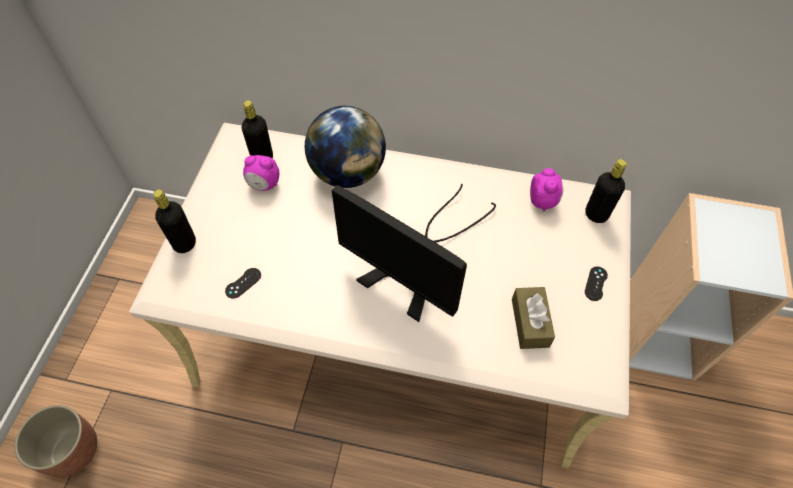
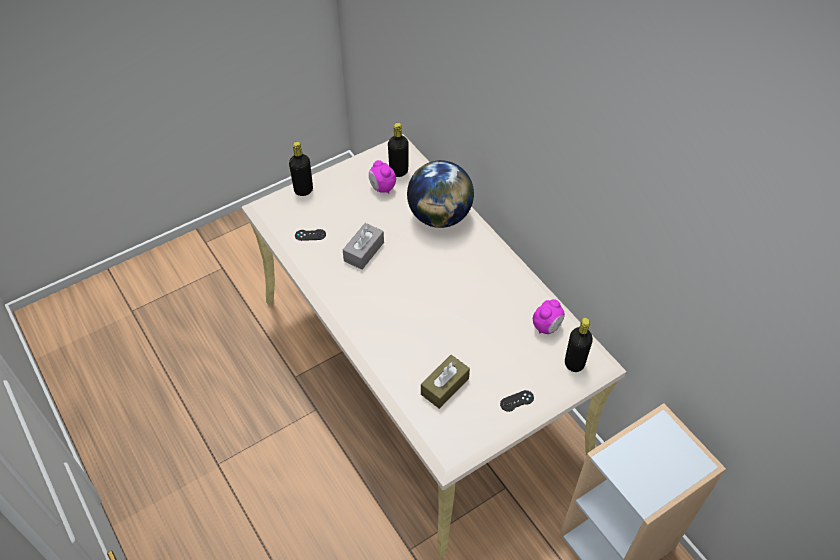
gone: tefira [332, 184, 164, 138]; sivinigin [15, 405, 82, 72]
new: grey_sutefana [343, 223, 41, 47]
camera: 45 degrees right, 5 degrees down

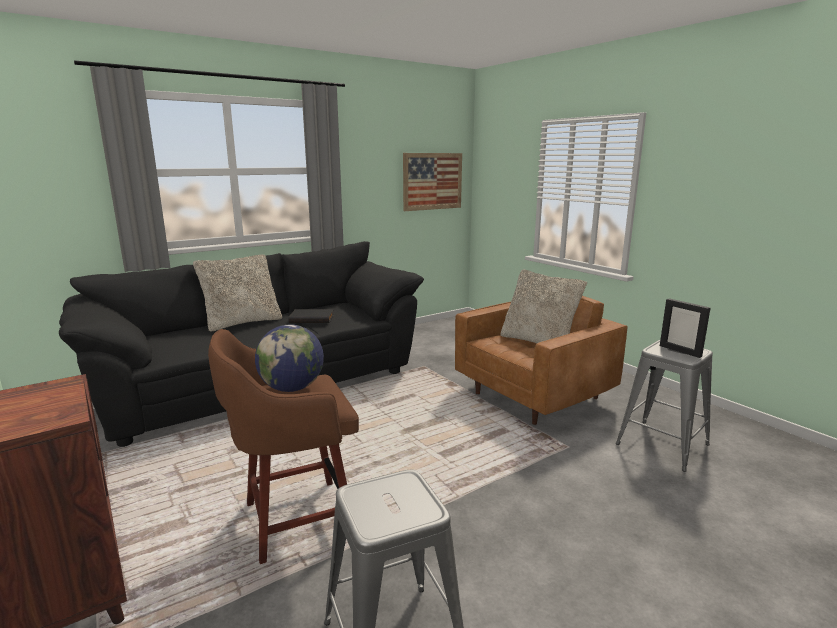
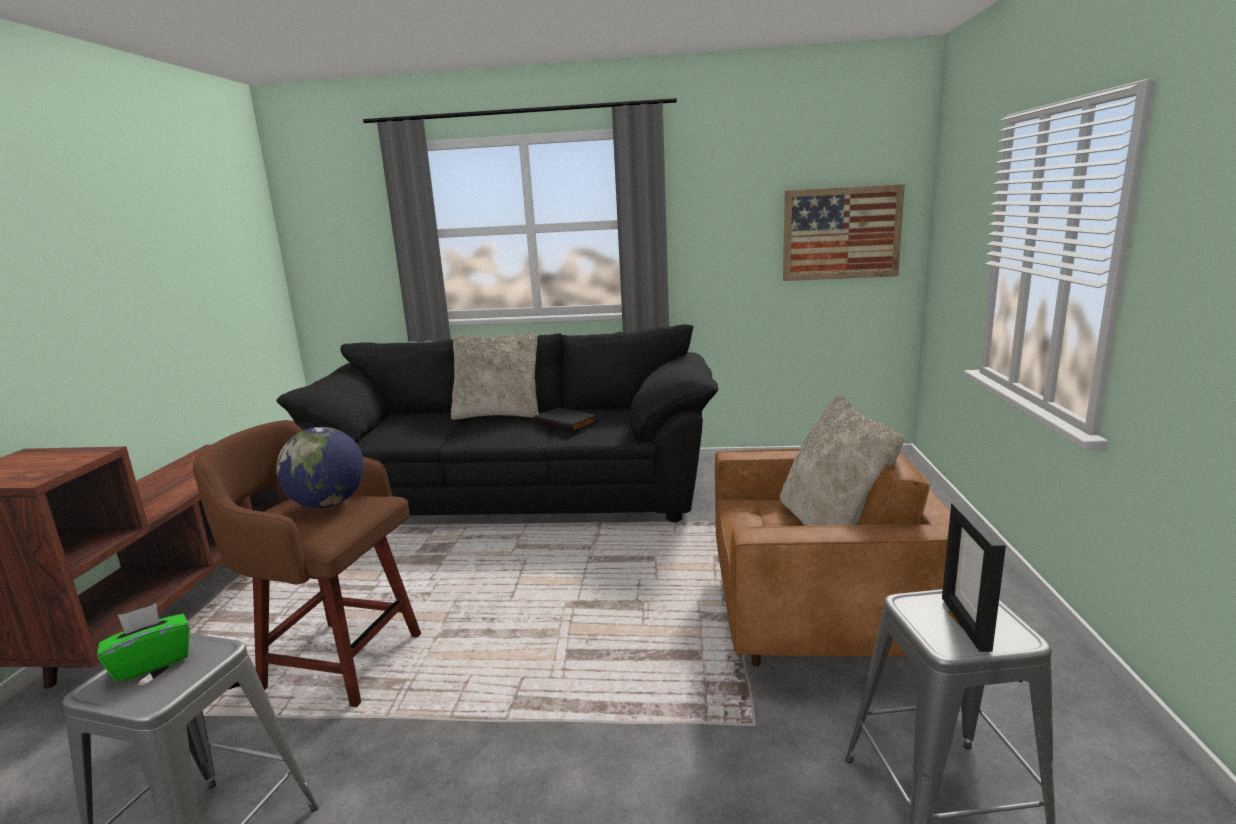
new: green_sutefana [97, 603, 93, 80]
camera: 40 degrees right, 0 degrees up

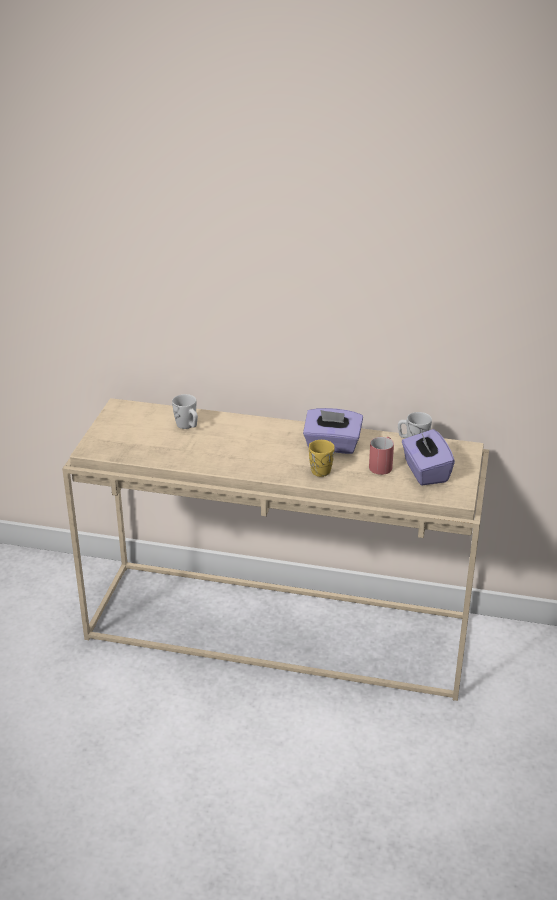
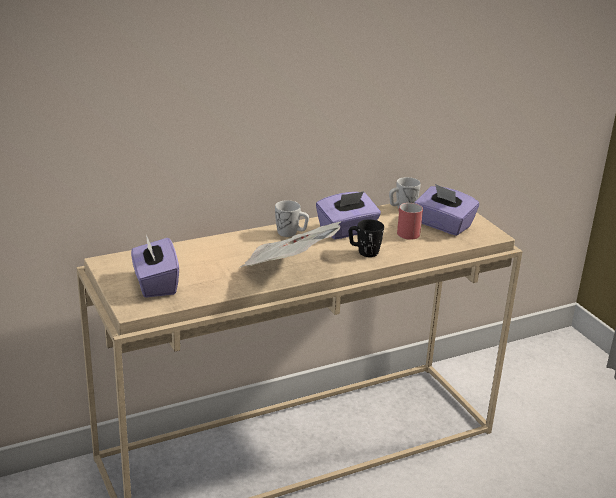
new: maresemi [239, 221, 103, 47]; purple_sutefana [131, 235, 48, 63]
shifted: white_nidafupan [172, 394, 26, 35] to [275, 200, 34, 37]
repainted: yellow_nidafupan [309, 440, 26, 37] to black_nidafupan [349, 219, 35, 38]
camera: 40 degrees left, 5 degrees down

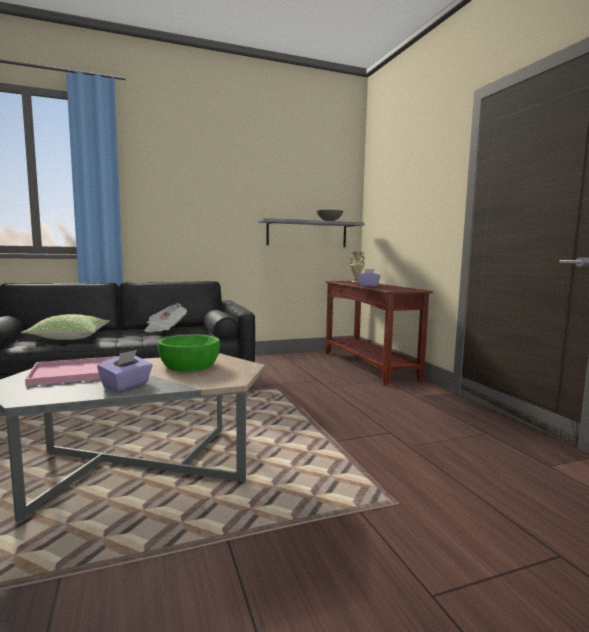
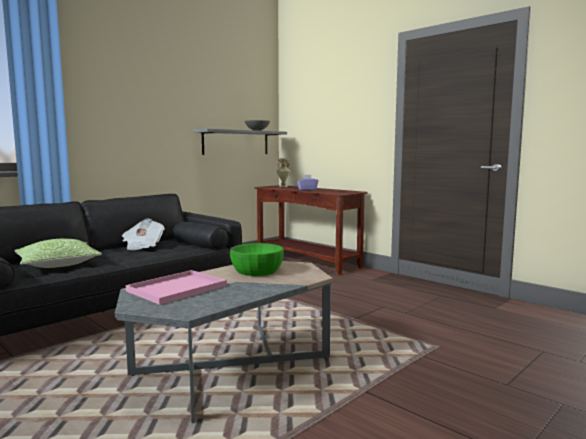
gone: purple_sutefana [97, 350, 56, 41]
camera: 25 degrees left, 0 degrees up

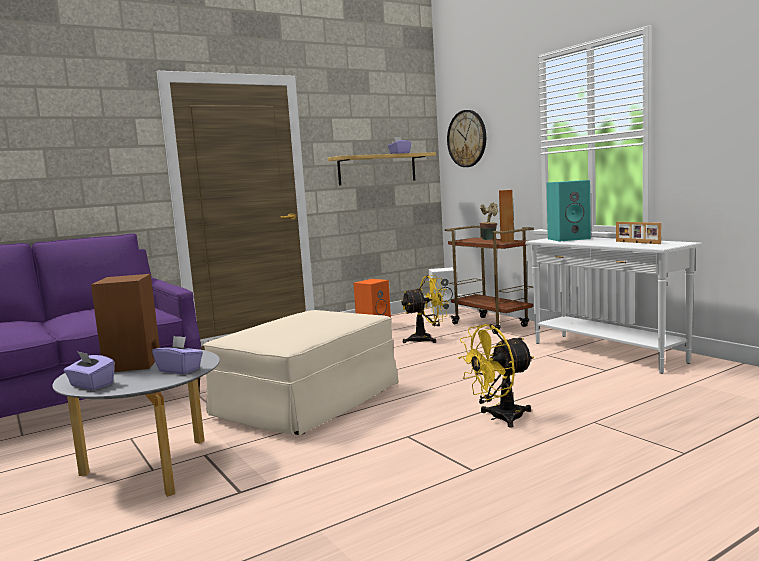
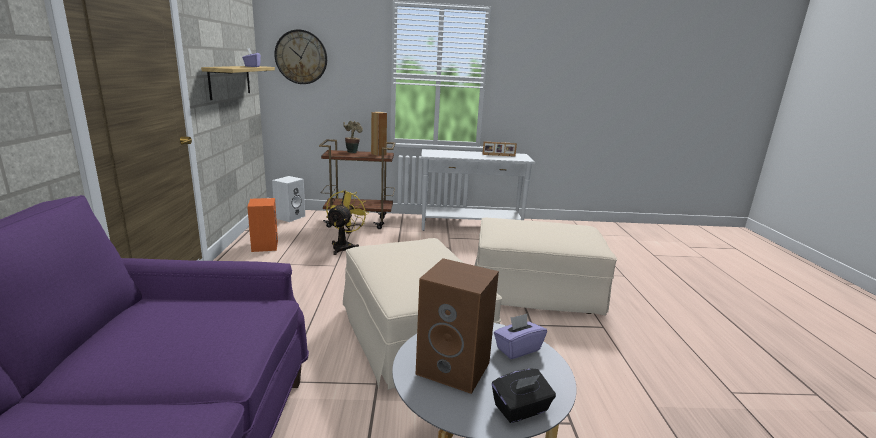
gone: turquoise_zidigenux [546, 180, 45, 62]
swapped: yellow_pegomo [458, 324, 76, 104] to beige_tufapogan [475, 218, 142, 98]
repainted: purple_sutefana [64, 351, 51, 39] to black_sutefana [492, 369, 64, 54]
camera: 60 degrees left, 10 degrees up

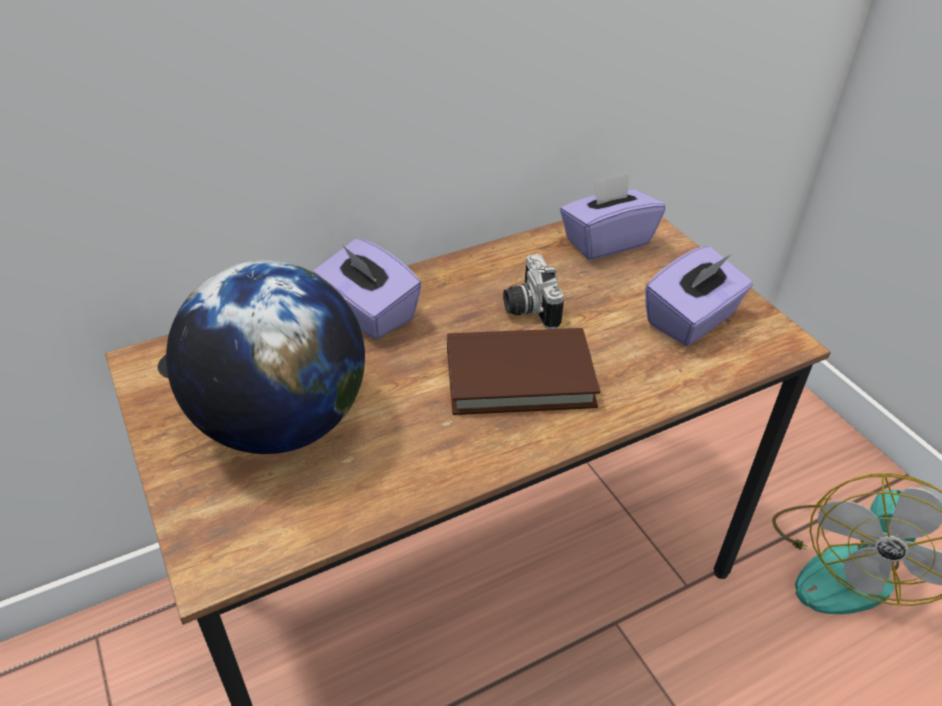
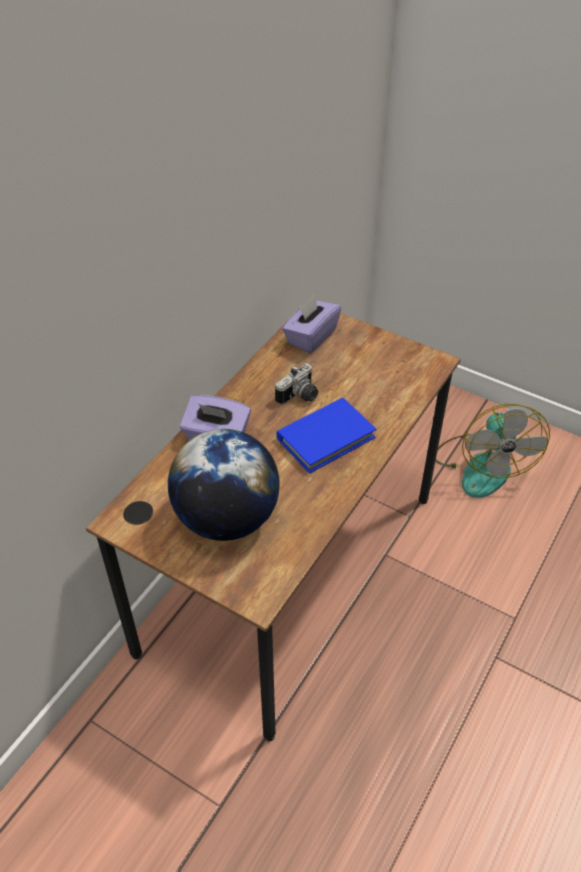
gone: purple_sutefana [645, 246, 108, 100]
repainted: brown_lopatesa [447, 328, 153, 87] to blue_lopatesa [276, 398, 100, 76]
rotated: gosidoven [503, 254, 61, 75] = [275, 363, 43, 42] 90 degrees counterclockwise
camera: 30 degrees left, 5 degrees up

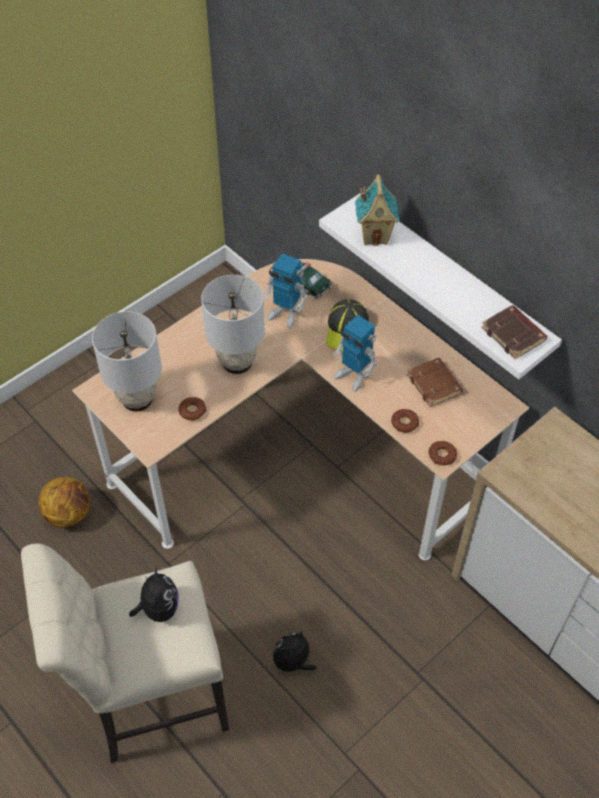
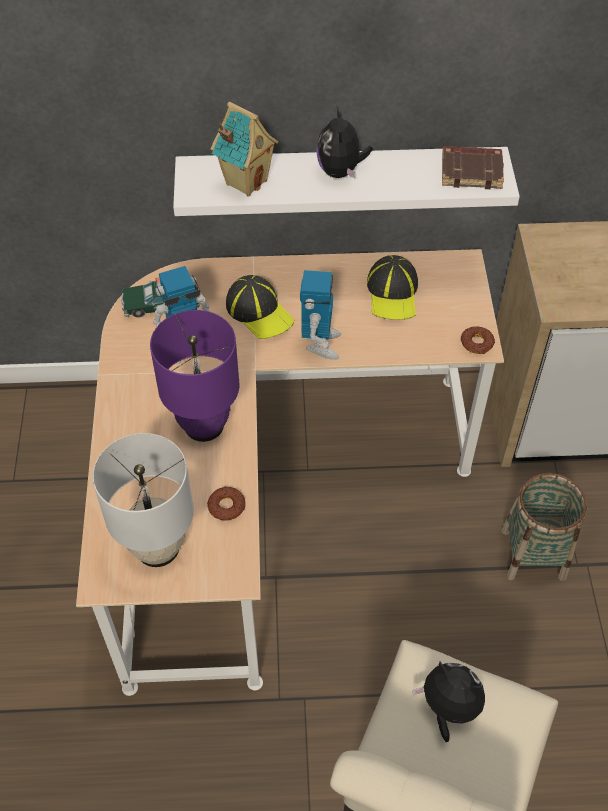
gone: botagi [391, 409, 28, 24]; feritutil [38, 477, 52, 50]
new: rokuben [501, 473, 86, 108]
shifted: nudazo [273, 630, 44, 48] to [316, 105, 56, 73]
swapped: brown_lopatesa [407, 358, 56, 49] to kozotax [367, 255, 51, 65]
repainted: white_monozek [201, 275, 64, 99] to purple_monozek [150, 310, 90, 132]
rotated: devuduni [333, 315, 44, 77] = [300, 270, 41, 90] 75 degrees counterclockwise
camera: 50 degrees left, 0 degrees up

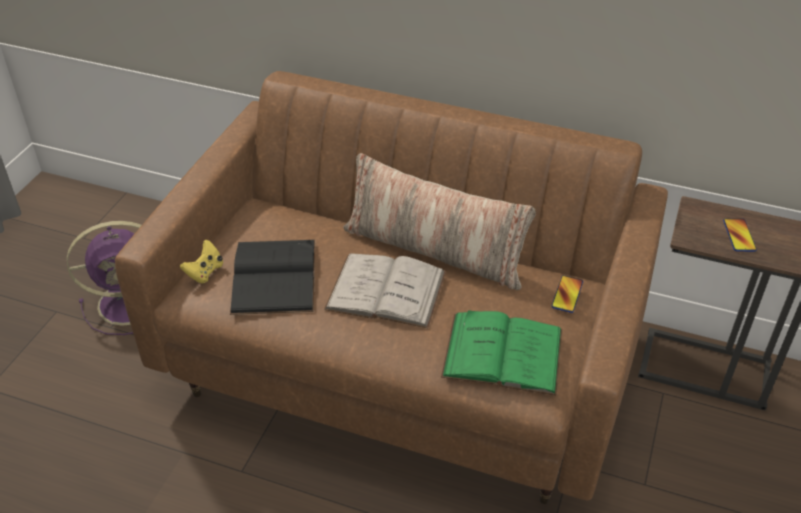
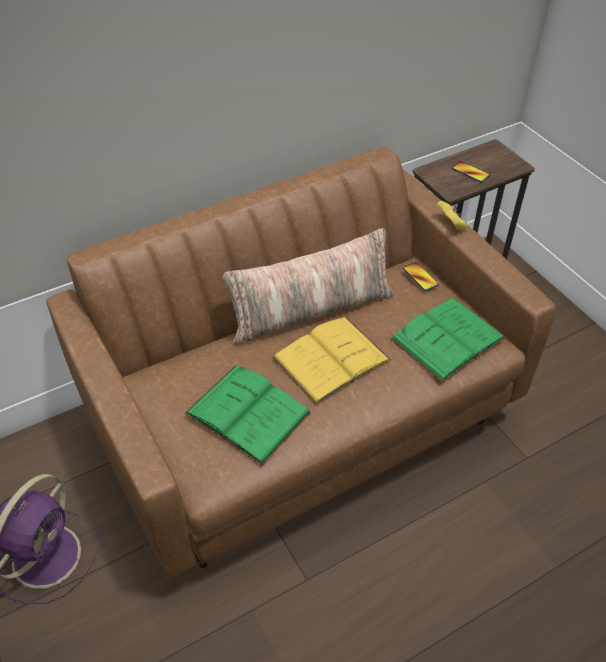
shifted: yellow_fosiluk [180, 240, 43, 43] to [437, 201, 31, 30]
repainted: black_lopatesa [230, 240, 86, 75] to green_lopatesa [185, 365, 126, 100]; white_lopatesa [324, 253, 122, 75] to yellow_lopatesa [272, 317, 119, 88]
camera: 50 degrees left, 5 degrees up

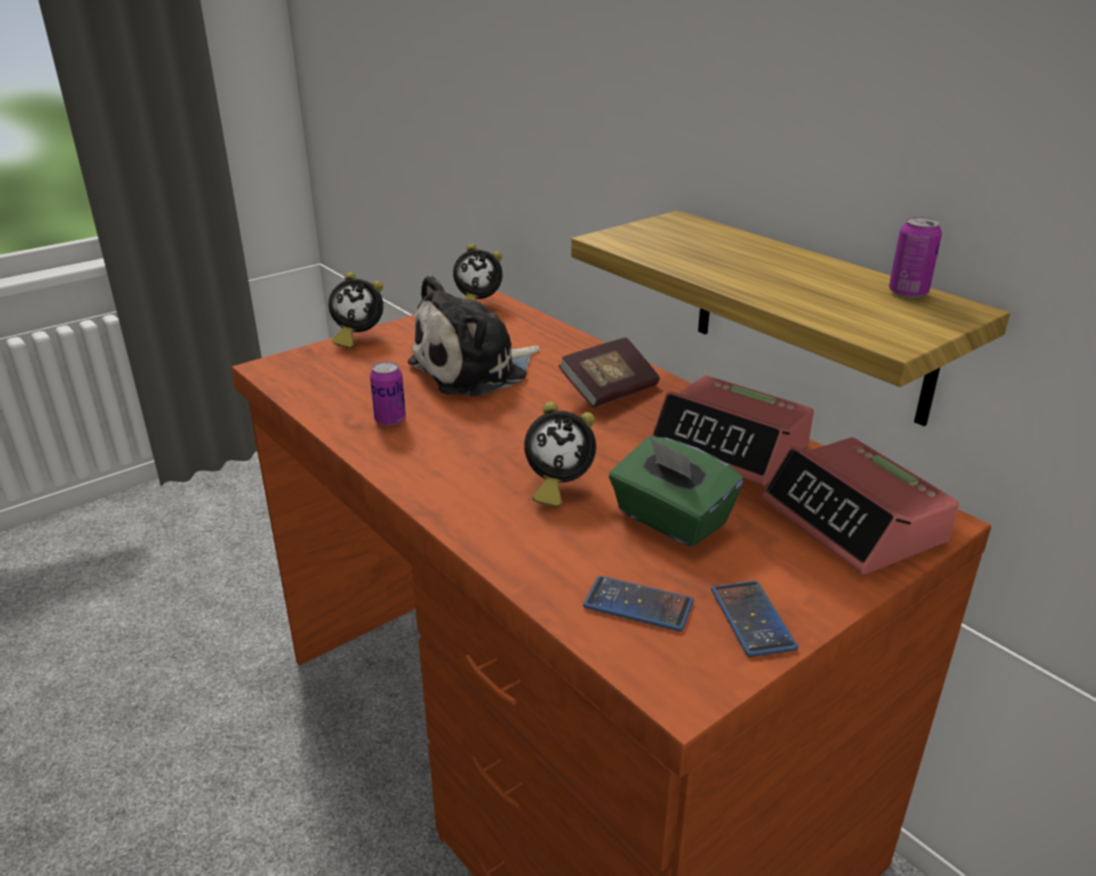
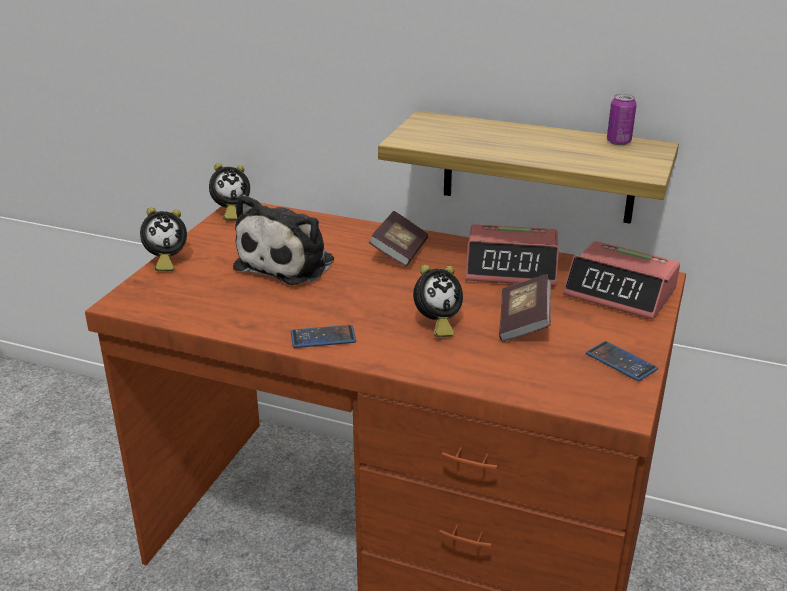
gone: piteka [370, 361, 36, 65]
shifted: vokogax [583, 576, 111, 55] to [291, 325, 65, 23]
swapped: green_sutefana [609, 436, 134, 111] to lopatesa [499, 274, 52, 68]
camera: 30 degrees left, 0 degrees up

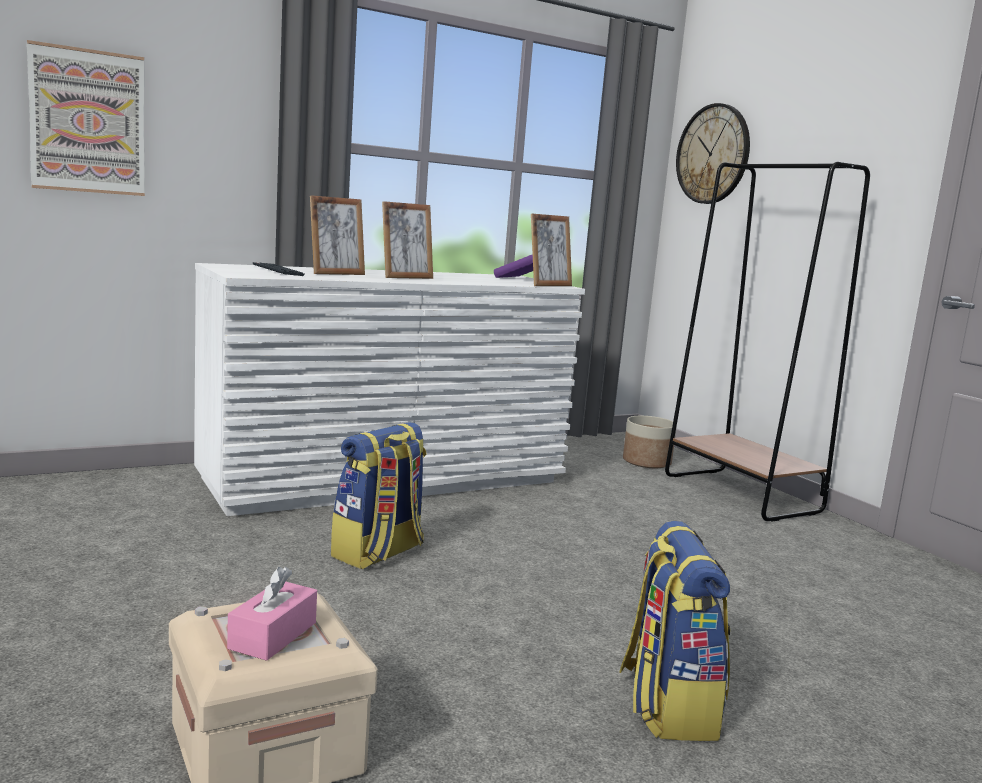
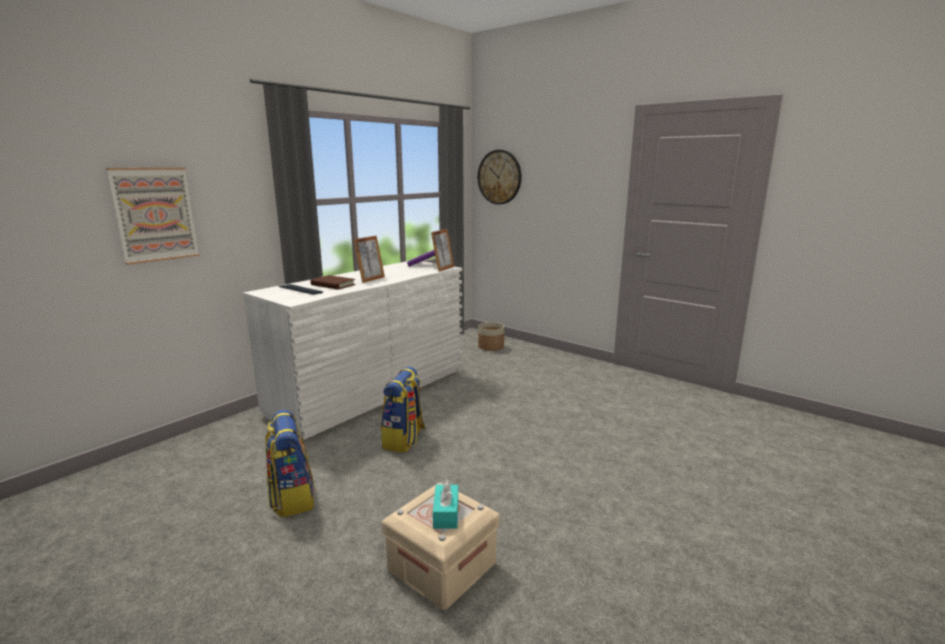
gone: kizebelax [665, 162, 205, 360]
shifted: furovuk [619, 521, 111, 220] to [265, 410, 50, 107]
swapped: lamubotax [310, 195, 55, 80] to brown_lopatesa [310, 275, 46, 14]
repainted: pink_sutefana [227, 567, 90, 94] to turquoise_sutefana [433, 480, 25, 49]
camera: 20 degrees left, 5 degrees up

